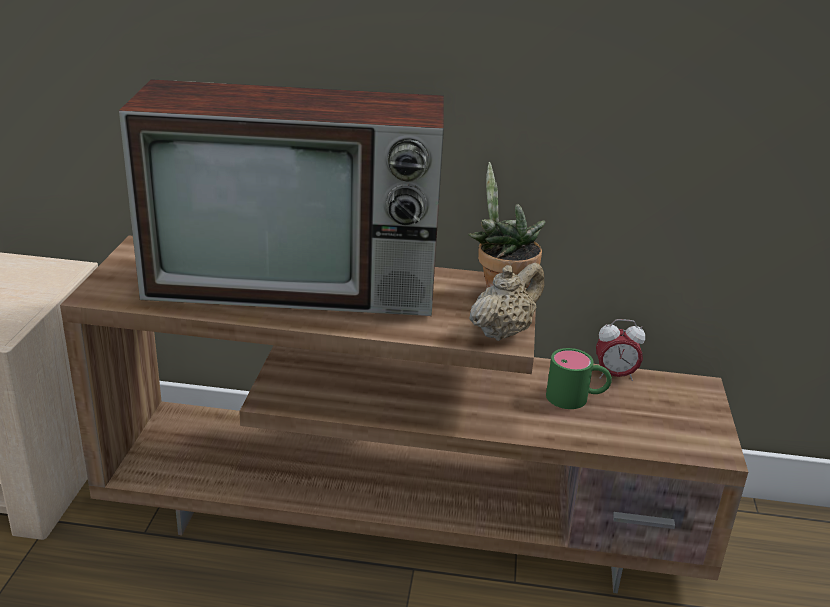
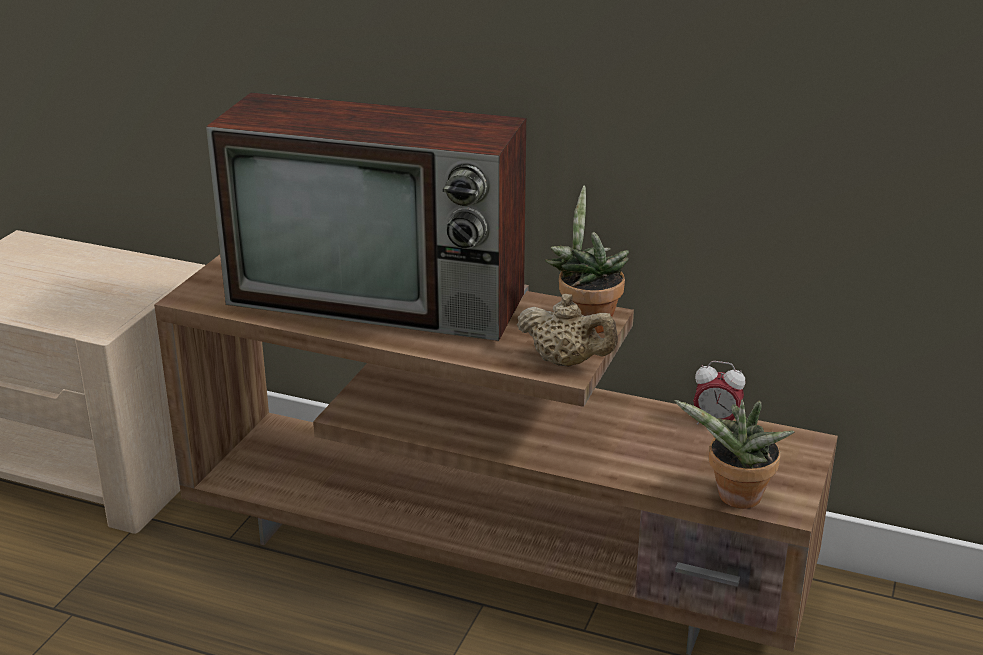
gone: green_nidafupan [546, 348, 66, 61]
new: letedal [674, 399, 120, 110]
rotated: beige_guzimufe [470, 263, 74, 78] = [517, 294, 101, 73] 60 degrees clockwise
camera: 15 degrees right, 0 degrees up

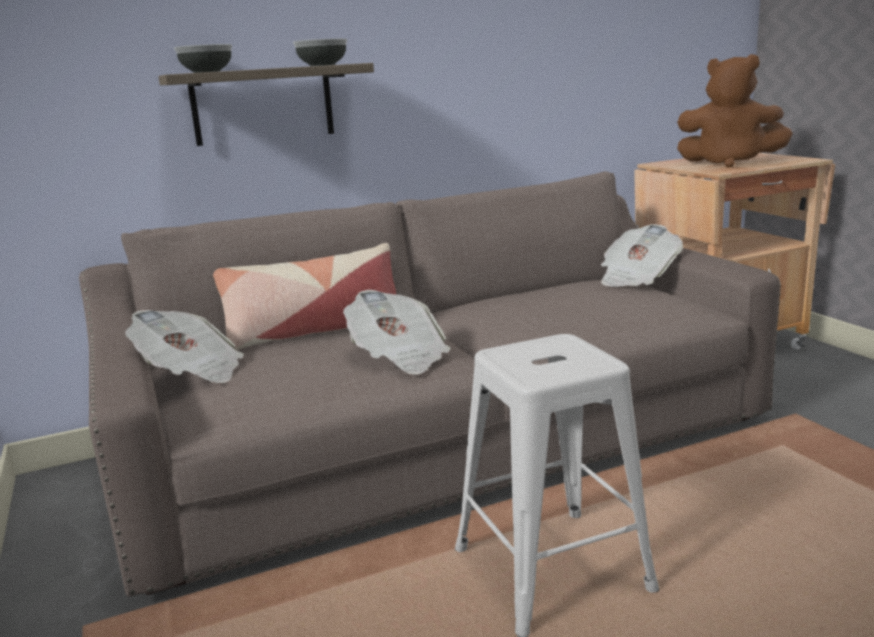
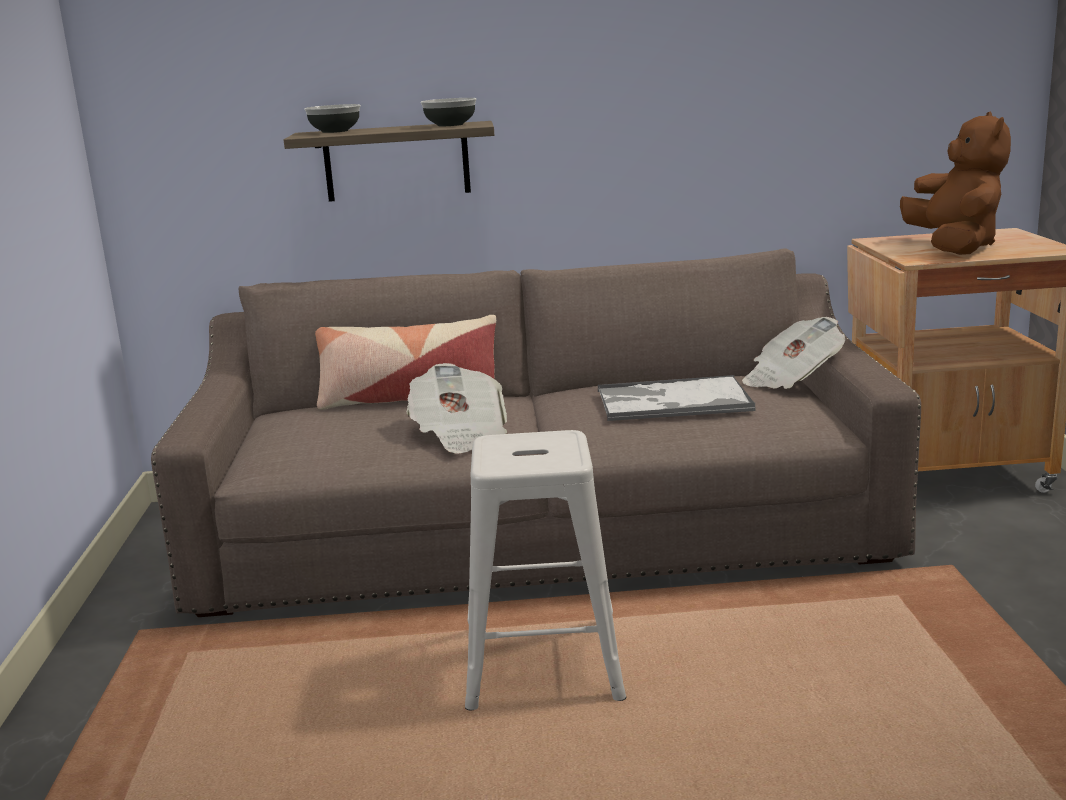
gone: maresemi [125, 310, 119, 73]
new: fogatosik [598, 375, 157, 46]
rotated: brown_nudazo [677, 54, 116, 114] = [900, 111, 111, 144] 135 degrees counterclockwise
camera: 20 degrees right, 0 degrees up

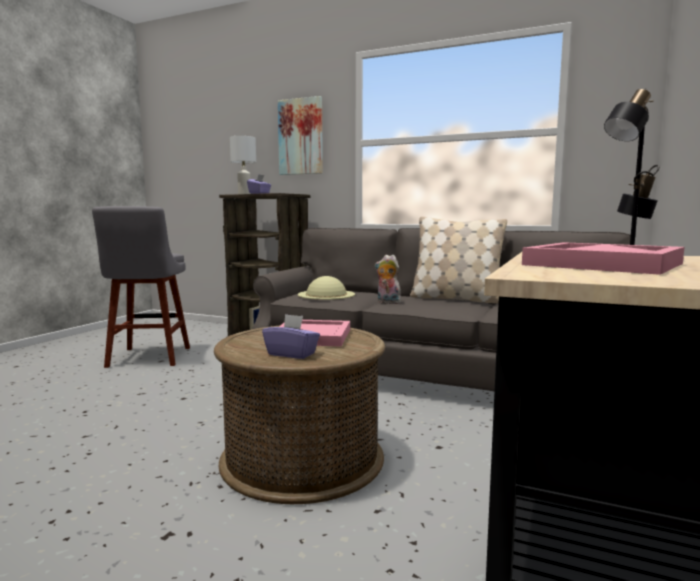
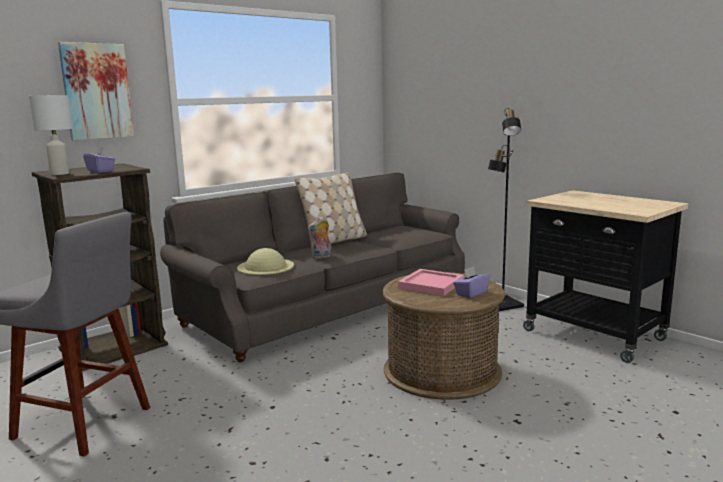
gone: pink_fogatosik [522, 242, 162, 33]
camera: 65 degrees left, 5 degrees up

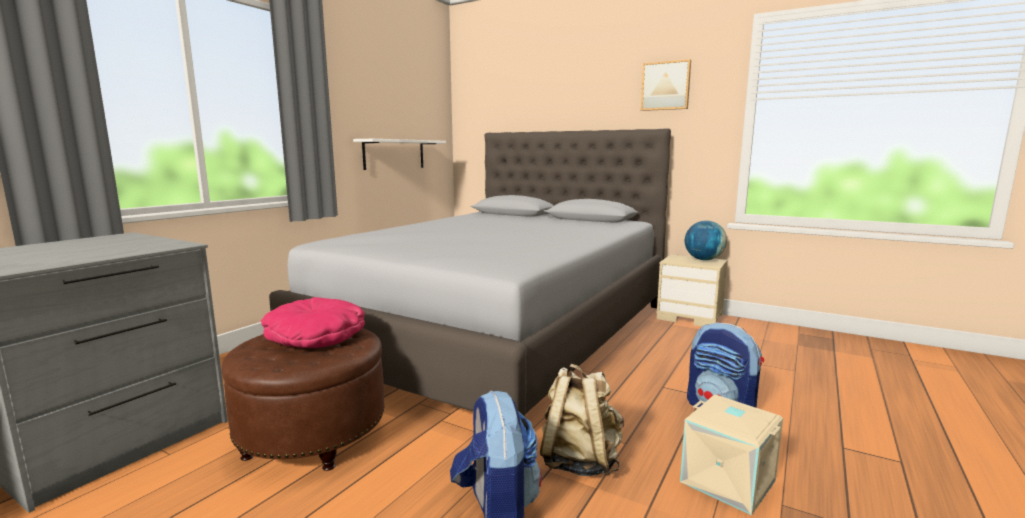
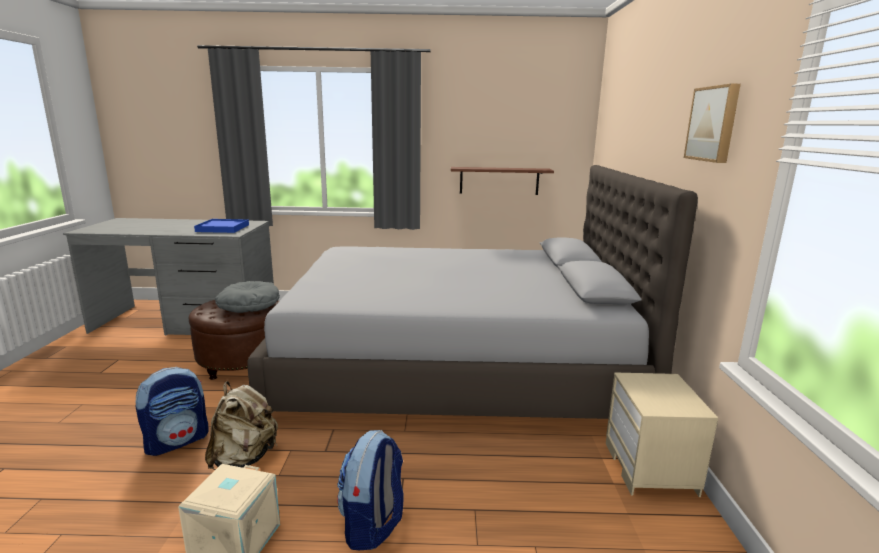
gone: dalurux [685, 221, 42, 39]
new: blue_fogatosik [194, 219, 55, 14]
repainted: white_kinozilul [353, 139, 93, 31] to brown_kinozilul [451, 167, 103, 28]; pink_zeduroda [261, 297, 104, 51] to grey_zeduroda [215, 281, 65, 32]
camera: 60 degrees right, 5 degrees up

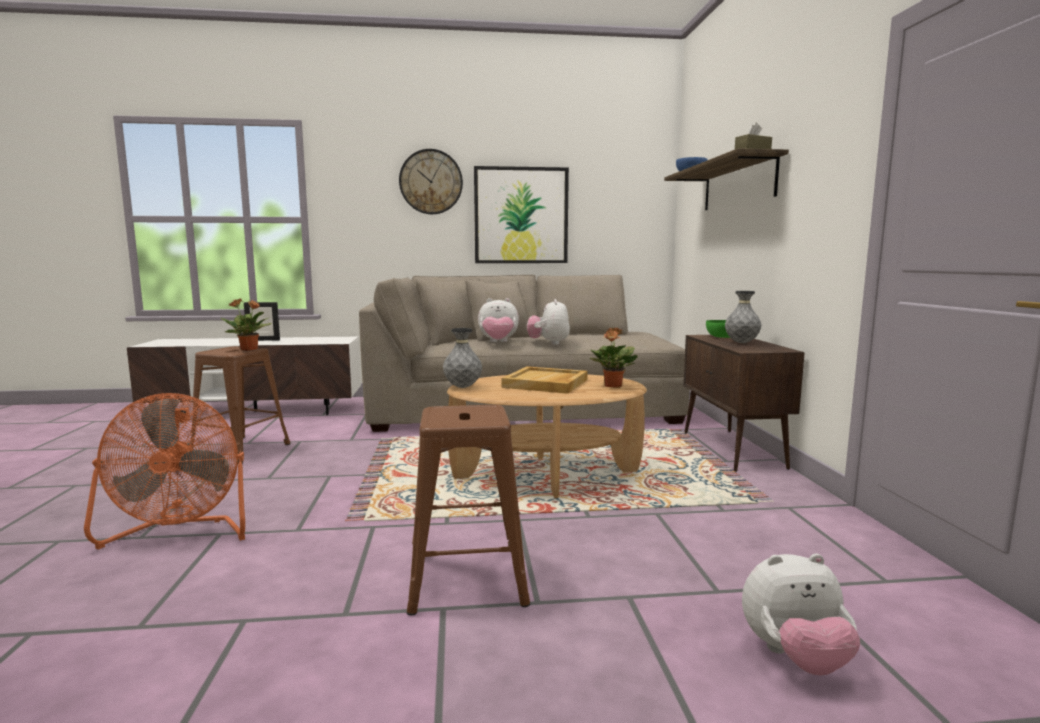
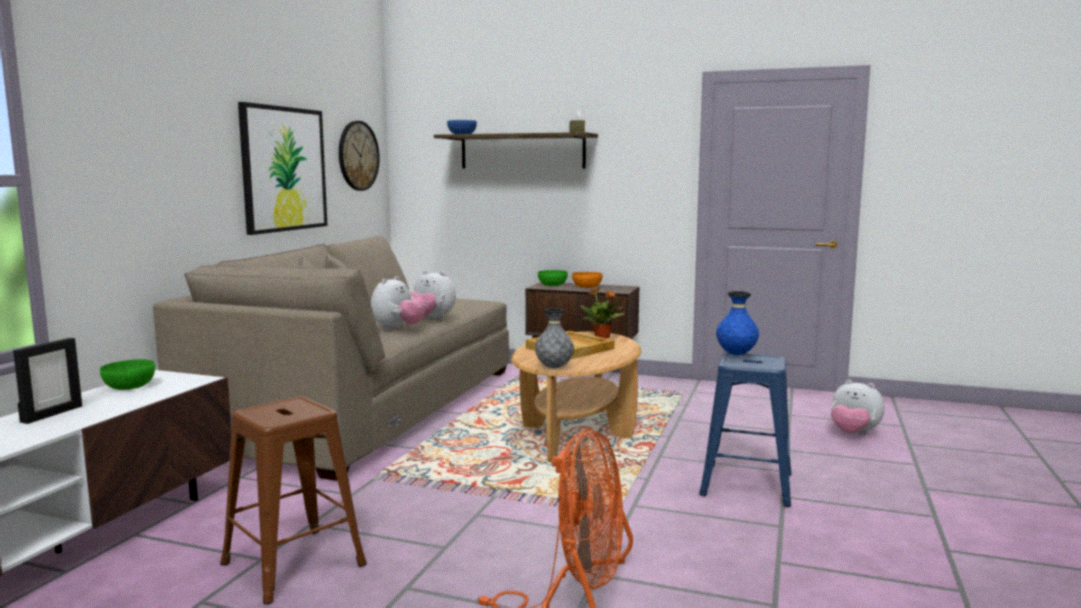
gone: letedal [221, 299, 51, 52]
new: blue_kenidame [716, 291, 43, 64]; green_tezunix [100, 359, 55, 31]
shifted: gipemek [399, 149, 64, 65] to [339, 121, 41, 70]
swapped: grey_kenidame [725, 291, 36, 52] to orange_tezunix [572, 272, 30, 16]
repainted: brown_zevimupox [407, 405, 123, 210] to blue_zevimupox [699, 353, 93, 154]
rotated: nudazo [742, 554, 118, 121] = [831, 380, 54, 54] 105 degrees clockwise
camera: 65 degrees left, 0 degrees up

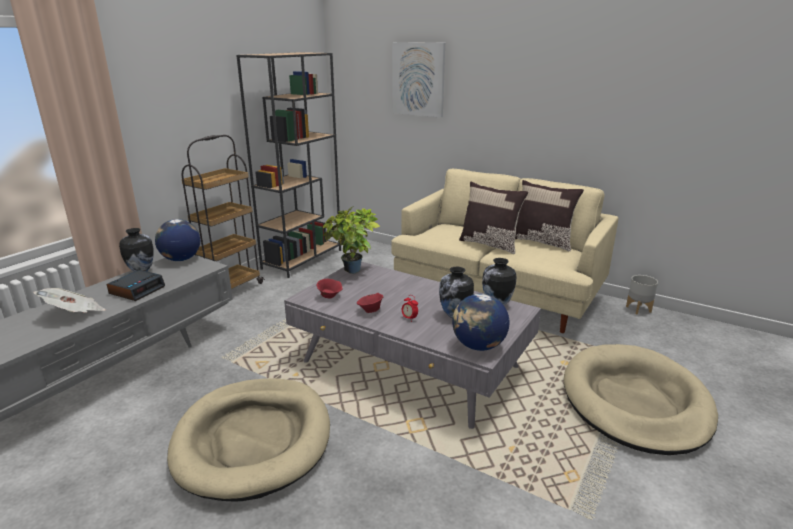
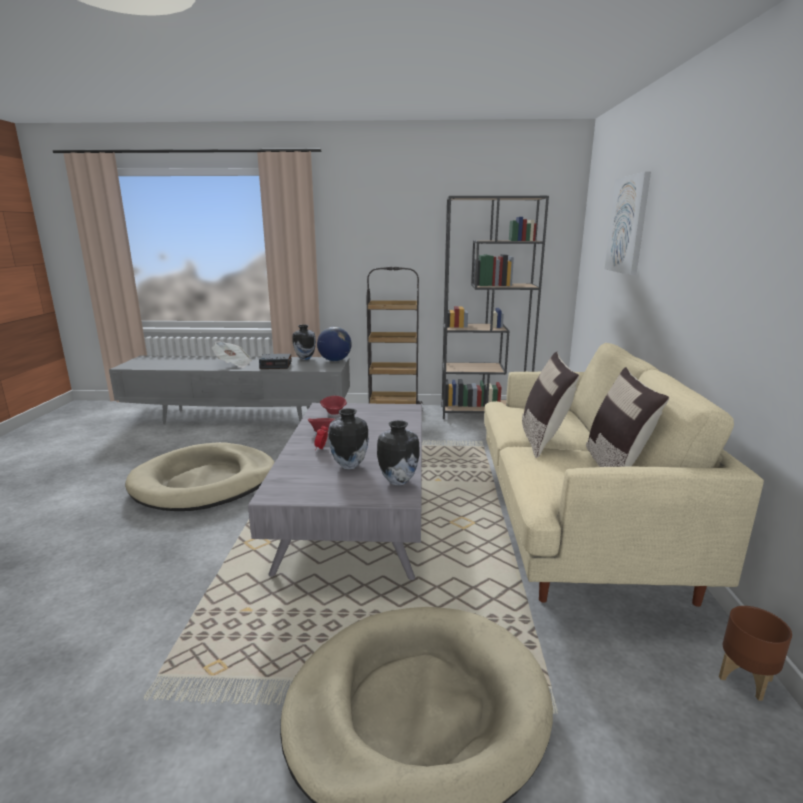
gone: letedal [323, 206, 57, 68]; dalurux [452, 294, 57, 57]
repainted: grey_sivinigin [626, 275, 32, 40] to brown_sivinigin [719, 606, 73, 95]
camera: 60 degrees right, 5 degrees down

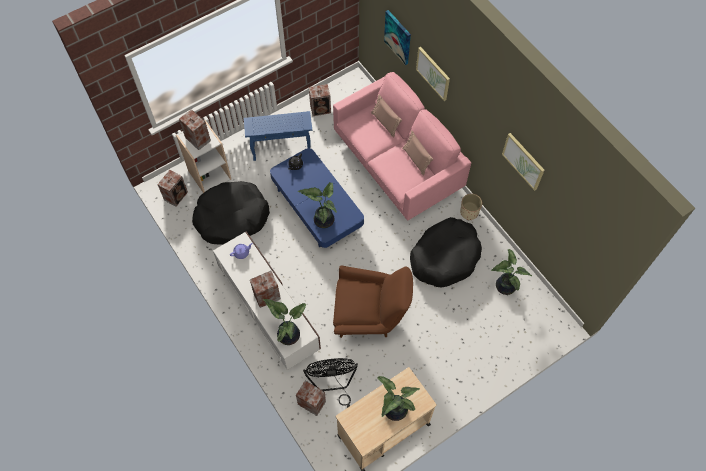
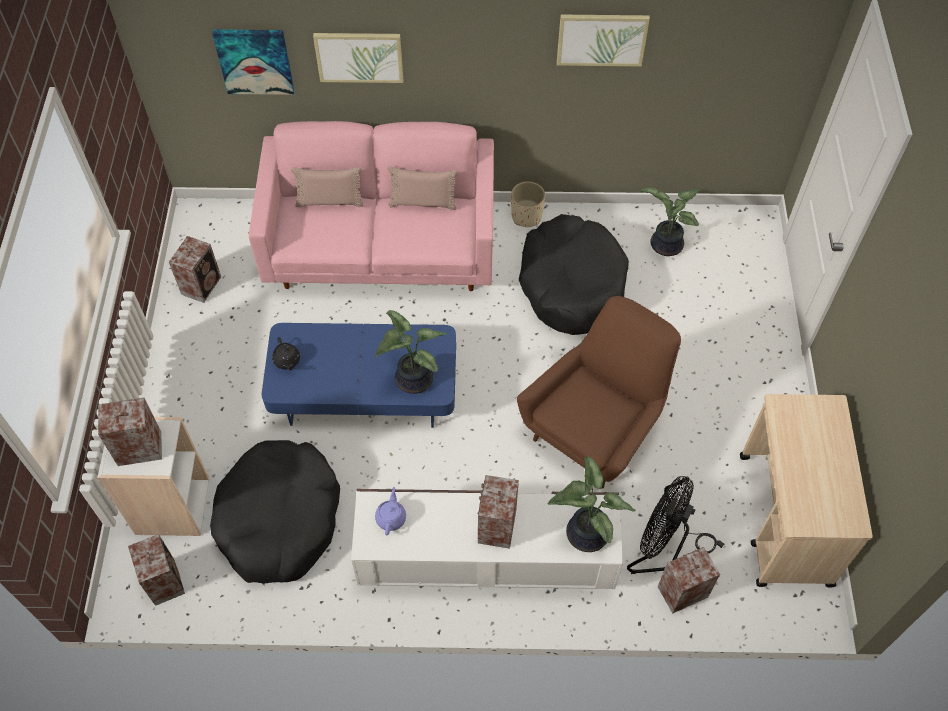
gone: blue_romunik [244, 111, 68, 50]; letedal [378, 376, 42, 45]
camera: 55 degrees left, 5 degrees down

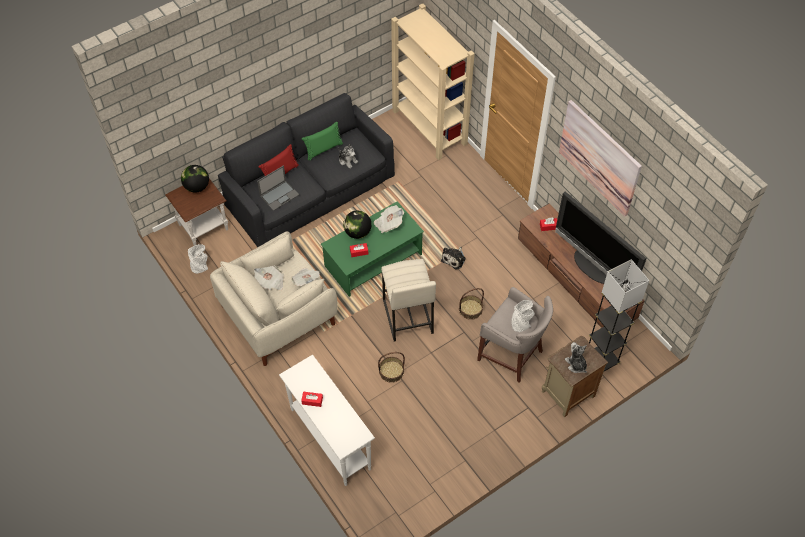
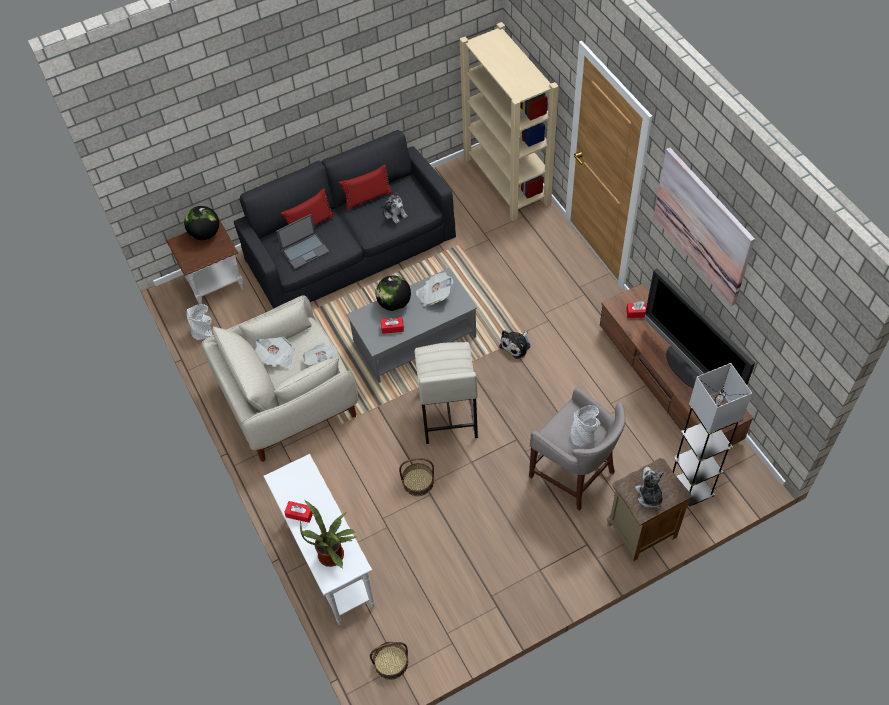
new: letedal [300, 501, 56, 68]
shifted: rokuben [459, 288, 25, 32] to [370, 642, 38, 38]
repainted: green_zeduroda [302, 122, 41, 38] to red_zeduroda [339, 165, 53, 46]; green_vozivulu [321, 201, 103, 96] to grey_vozivulu [347, 268, 130, 115]
camera: 10 degrees right, 0 degrees up

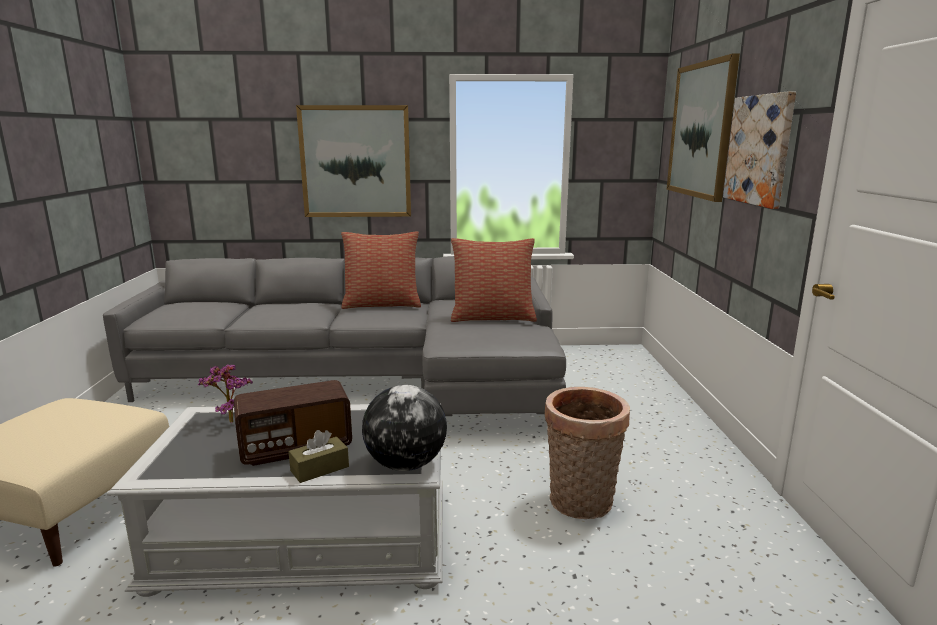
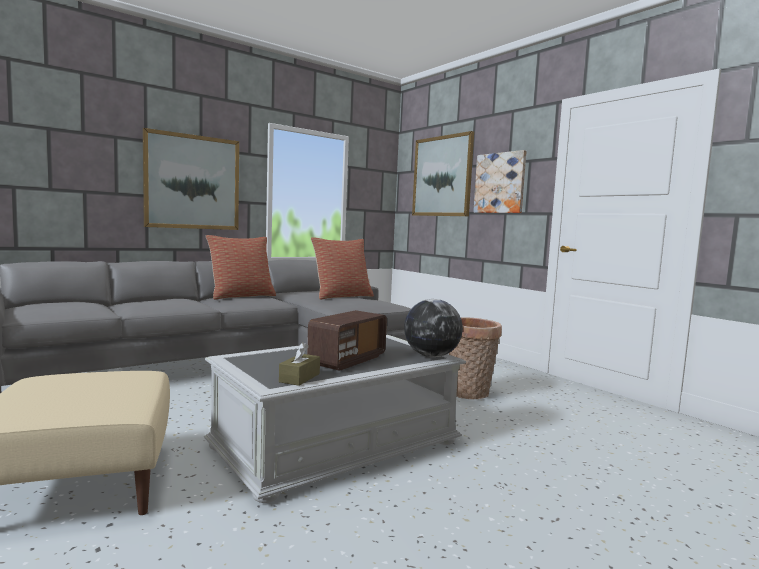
gone: letedal [198, 364, 55, 59]
shifted: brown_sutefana [288, 430, 61, 53] to [279, 342, 41, 44]
camera: 35 degrees left, 10 degrees down

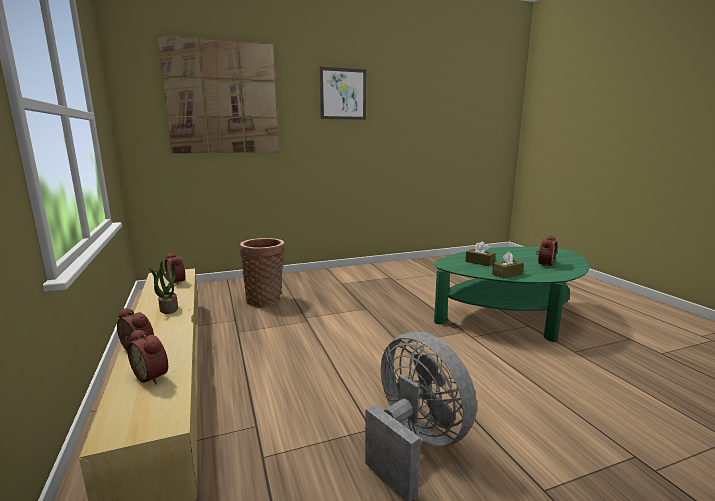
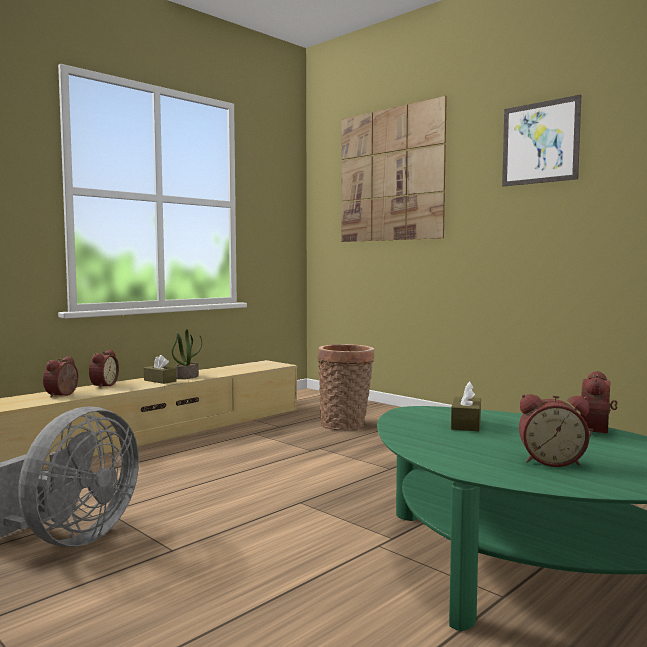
shifted: brown_sutefana [492, 251, 32, 28] to [144, 355, 32, 29]; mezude [165, 253, 20, 32] to [580, 371, 38, 65]
camera: 65 degrees right, 10 degrees down

